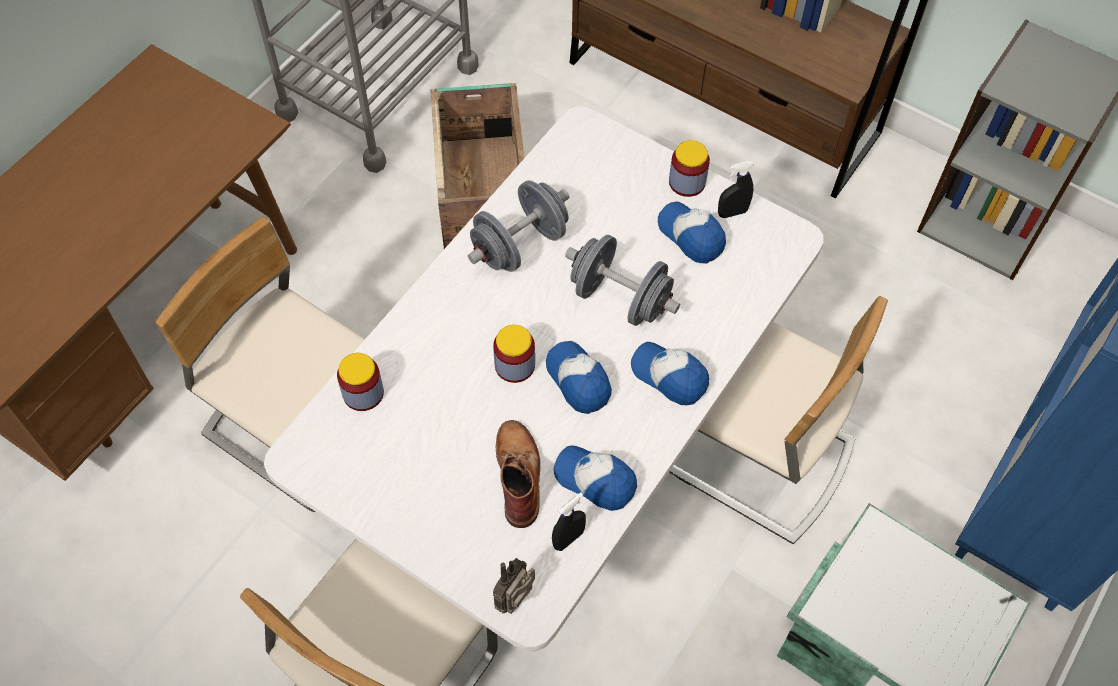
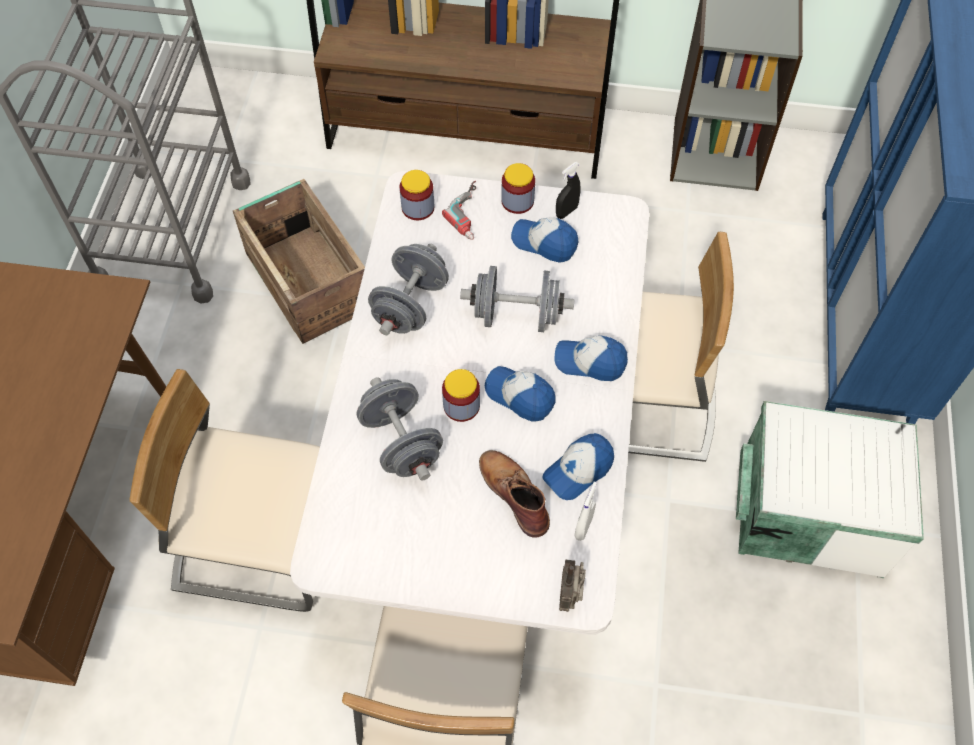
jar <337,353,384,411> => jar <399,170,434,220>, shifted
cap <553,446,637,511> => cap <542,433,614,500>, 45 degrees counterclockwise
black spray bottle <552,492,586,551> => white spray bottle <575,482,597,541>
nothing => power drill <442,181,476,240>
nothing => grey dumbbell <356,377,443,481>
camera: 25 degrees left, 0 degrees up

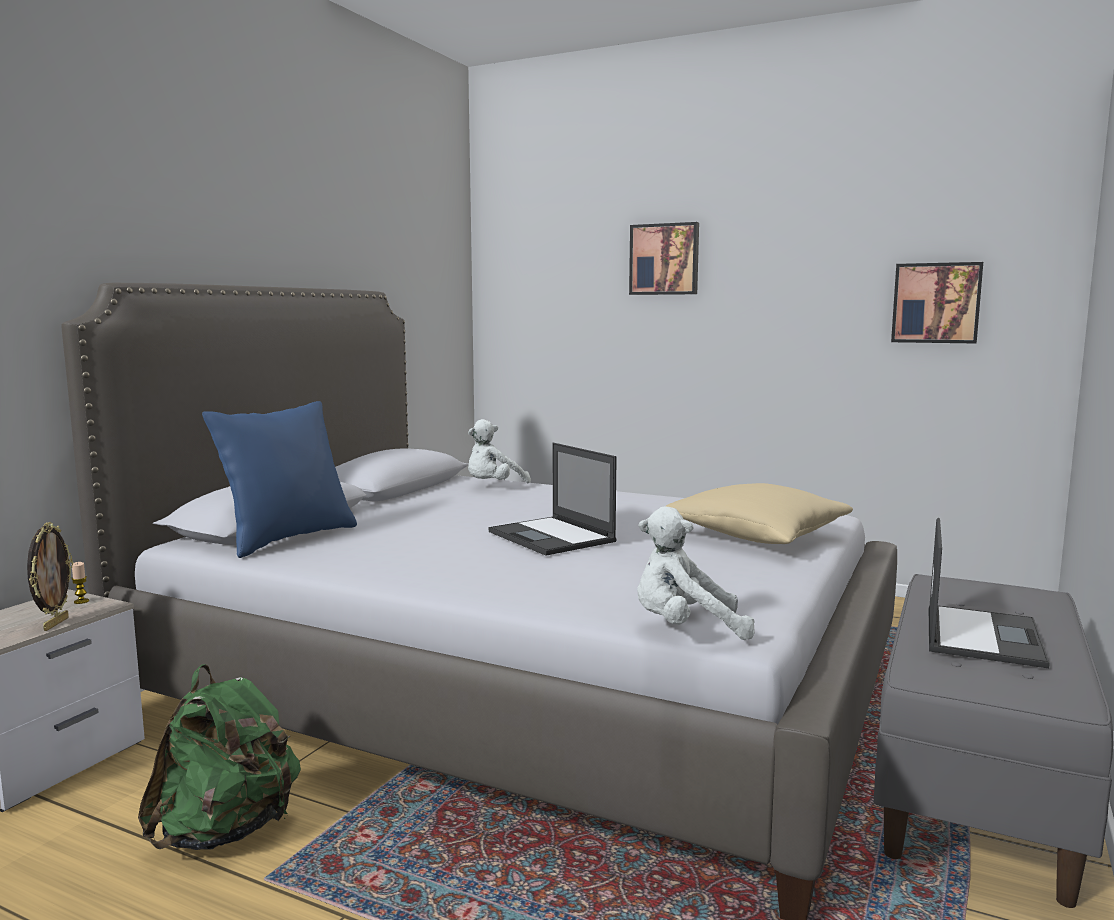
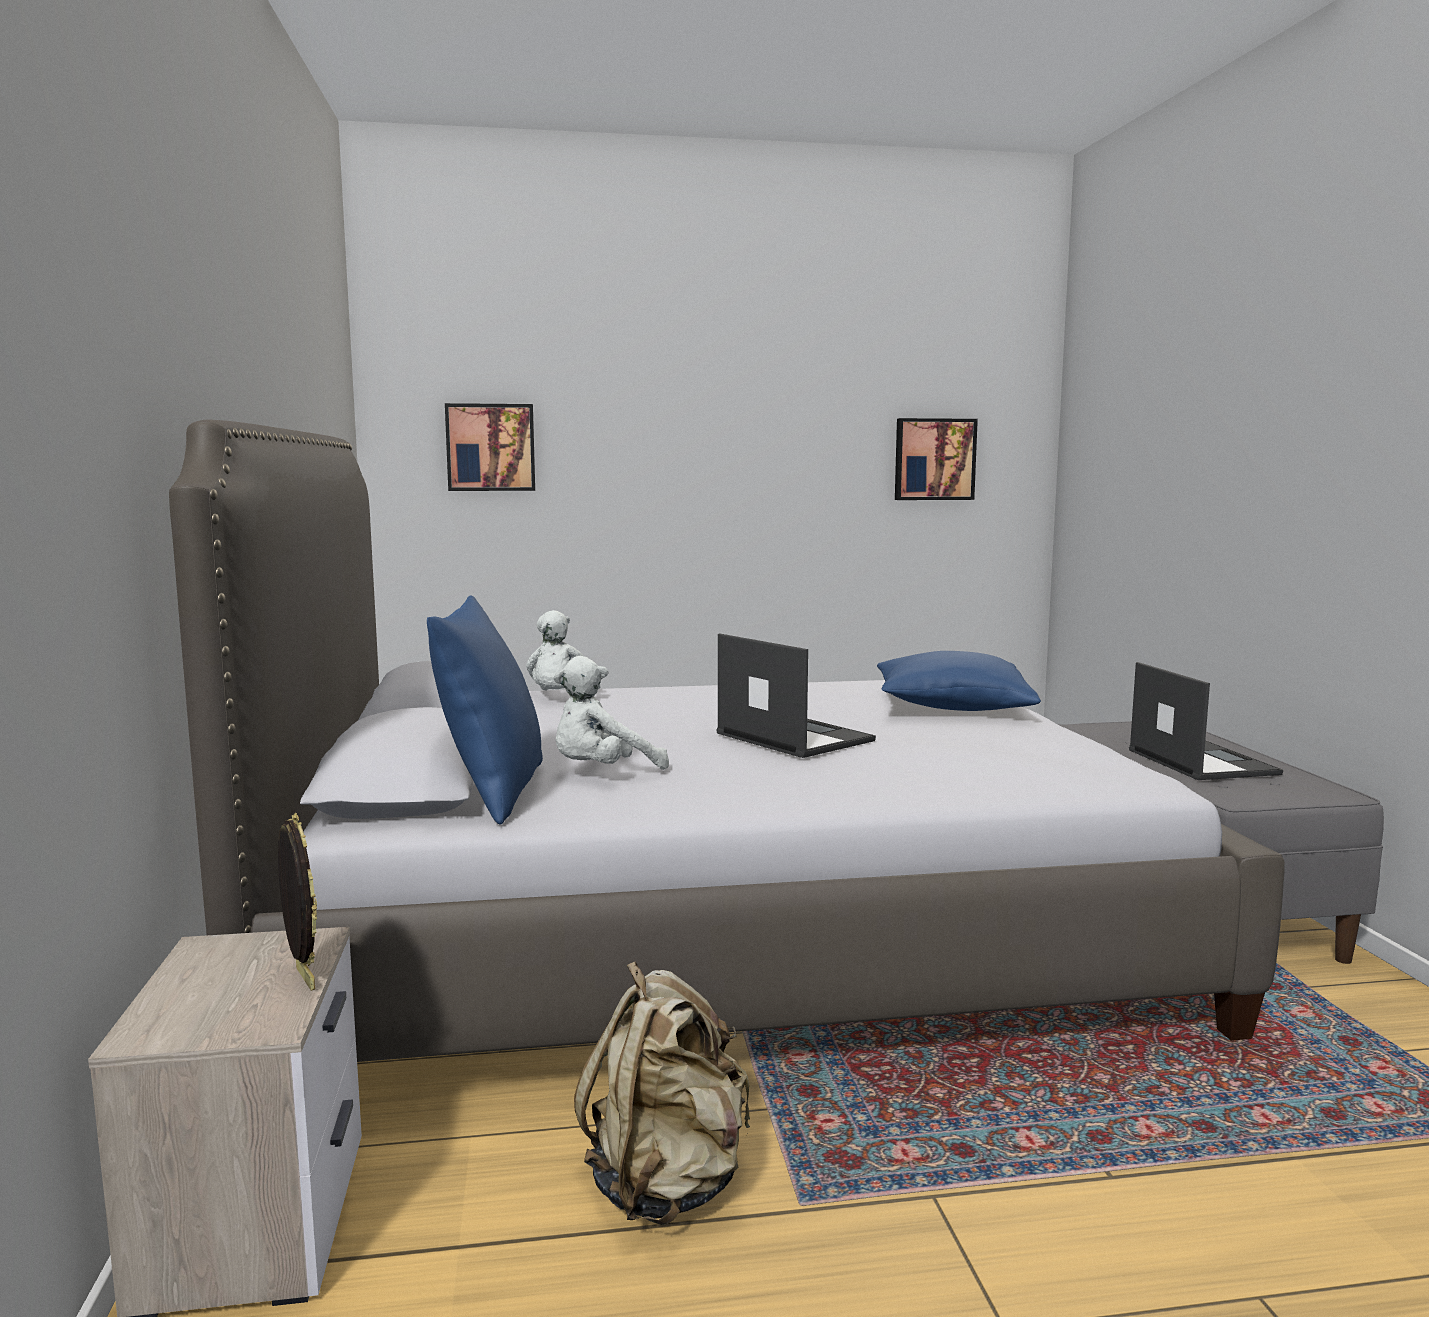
picture <629,222,699,295> => picture <445,403,535,491>, shifted
laptop <488,443,617,556> => laptop <716,633,876,758>, 150 degrees counterclockwise
beige pillow <665,483,853,544> => blue pillow <877,651,1041,711>
white plush toy <637,506,755,640> => white plush toy <553,656,669,770>, shifted
candle <71,562,89,604> => nothing
green backpack <138,664,301,850> => beige backpack <574,961,750,1225>
camera: 35 degrees left, 0 degrees up

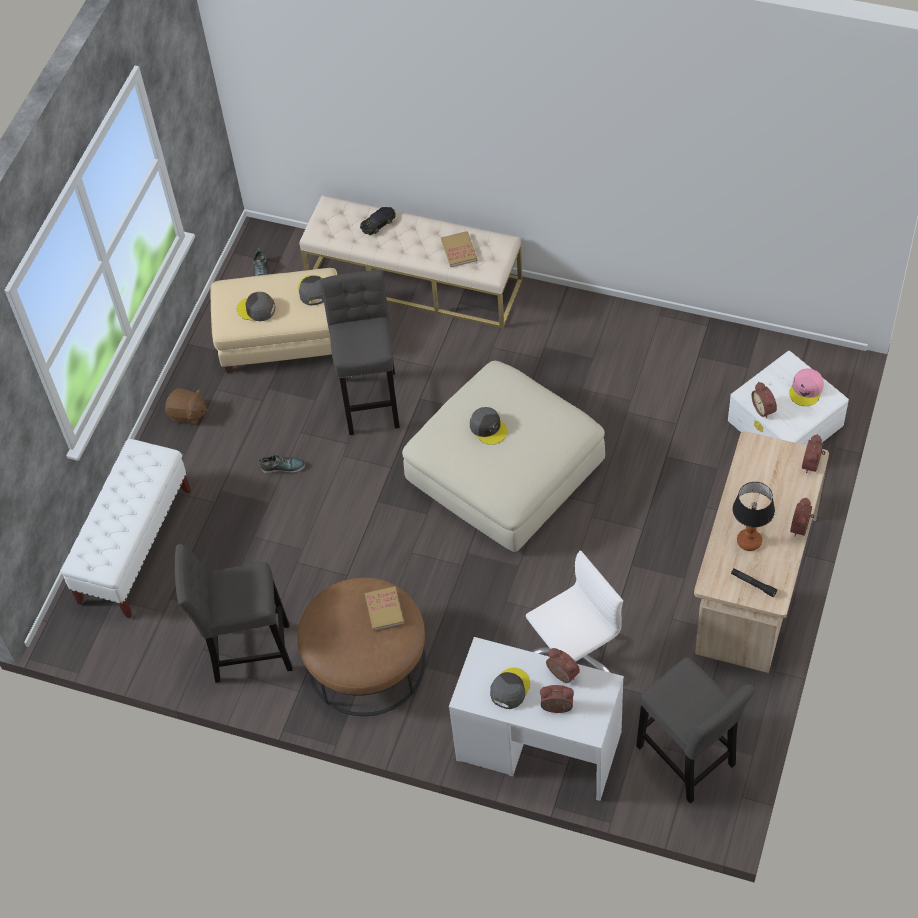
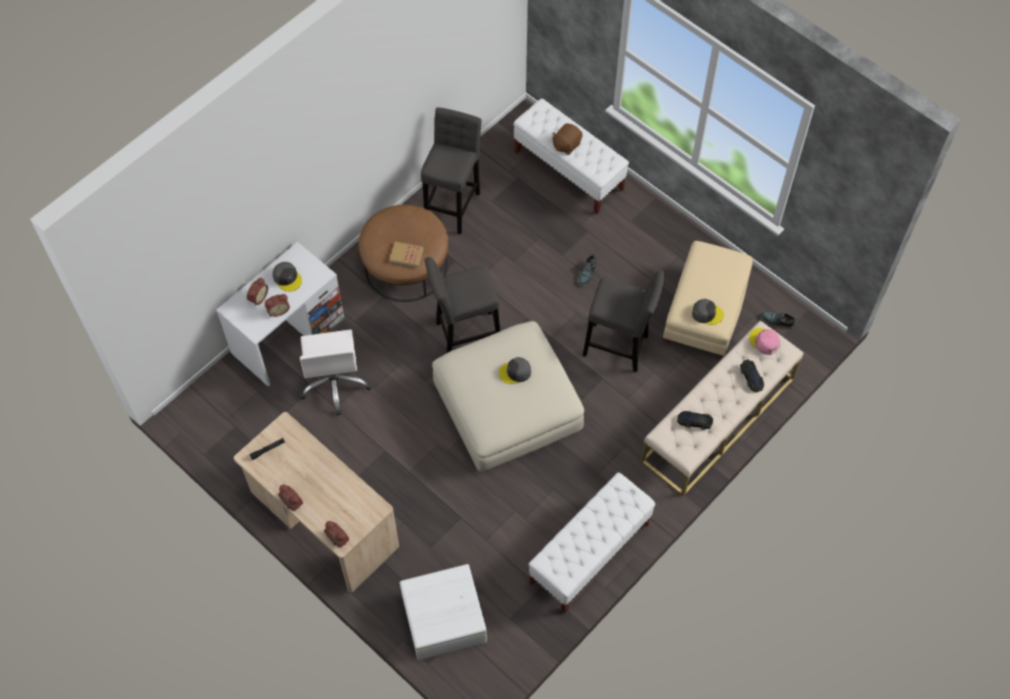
book <441,231,477,267> => black toy car <677,411,713,430>
grey cap <237,292,275,321> => nothing
pink cap <789,368,824,406> => pink cap <749,328,780,355>, shifted
alarm clock <751,382,777,418> => nothing
brown plush toy <165,388,208,426> => brown plush toy <552,123,583,155>, shifted
table lamp <733,482,775,551> => nothing
grey stool <636,657,755,804> => grey stool <425,257,500,353>, shifted
nothing => white bench <529,473,655,613>
camera: 110 degrees right, 5 degrees up

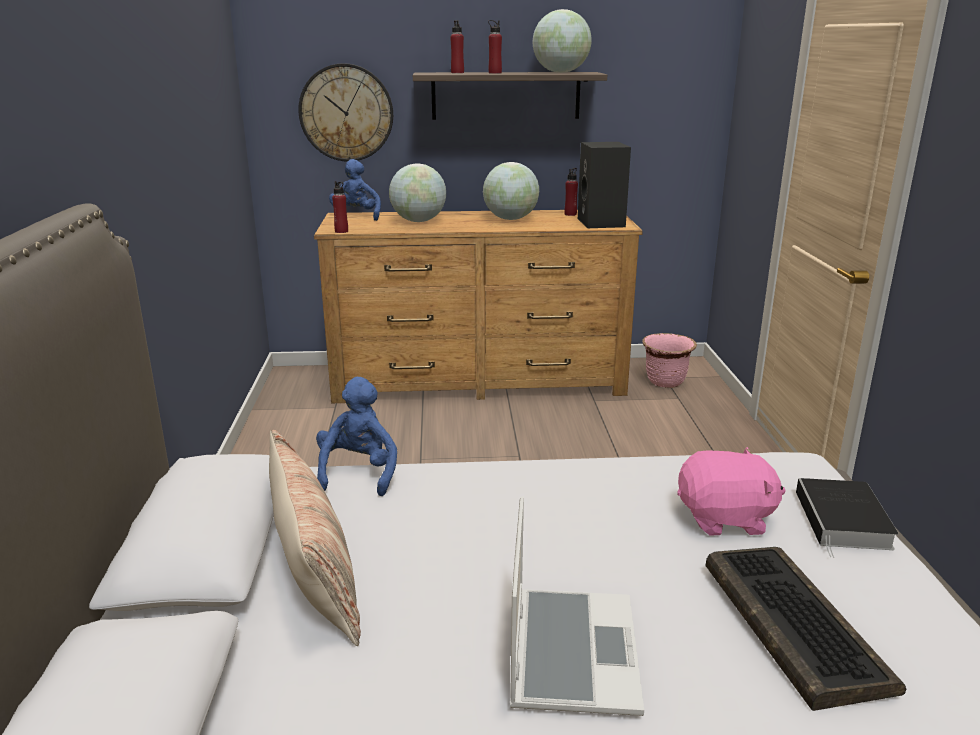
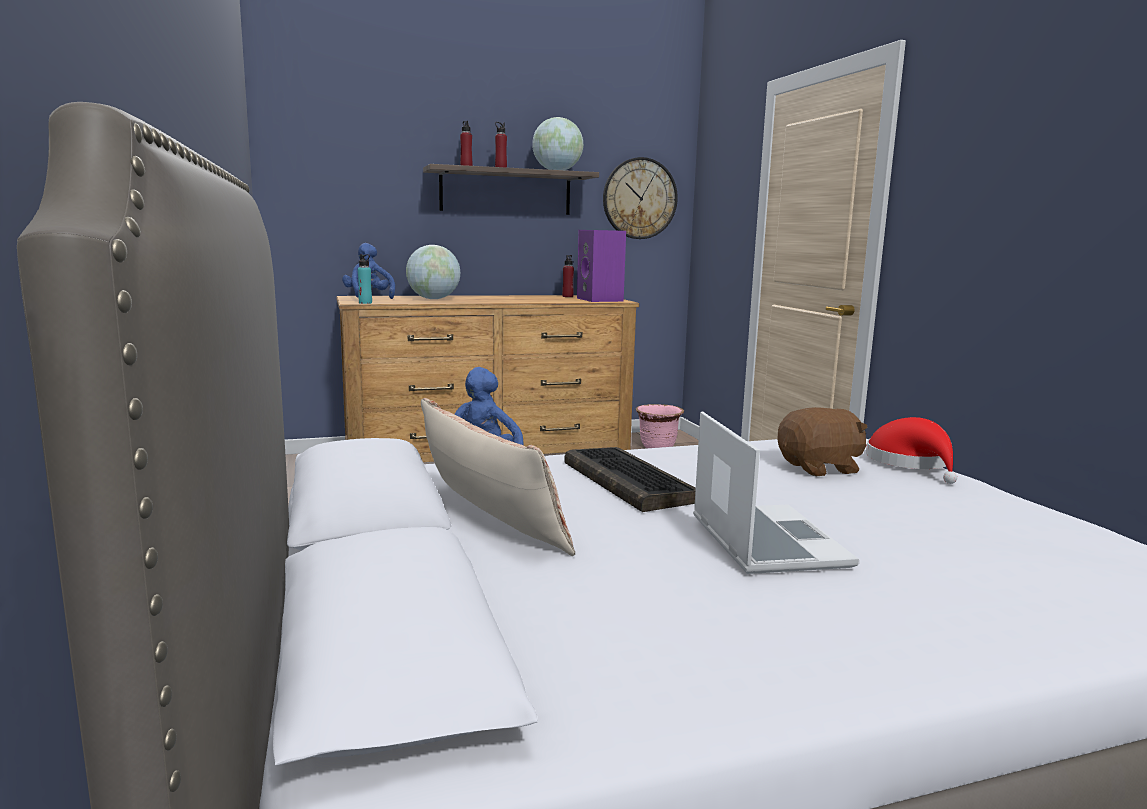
wall clock <298,63,393,162> => wall clock <603,157,678,239>, shifted
black speaker <578,142,631,228> => purple speaker <577,230,626,302>
globe <483,162,539,220> => nothing
red bottle <332,181,348,233> => turquoise bottle <358,254,372,304>
pink plush toy <677,447,786,536> => brown plush toy <778,407,868,476>
book <796,478,898,558> => red hat <866,417,957,484>
keyboard <706,547,906,711> => keyboard <564,447,696,512>, shifted
camera: 15 degrees left, 10 degrees down

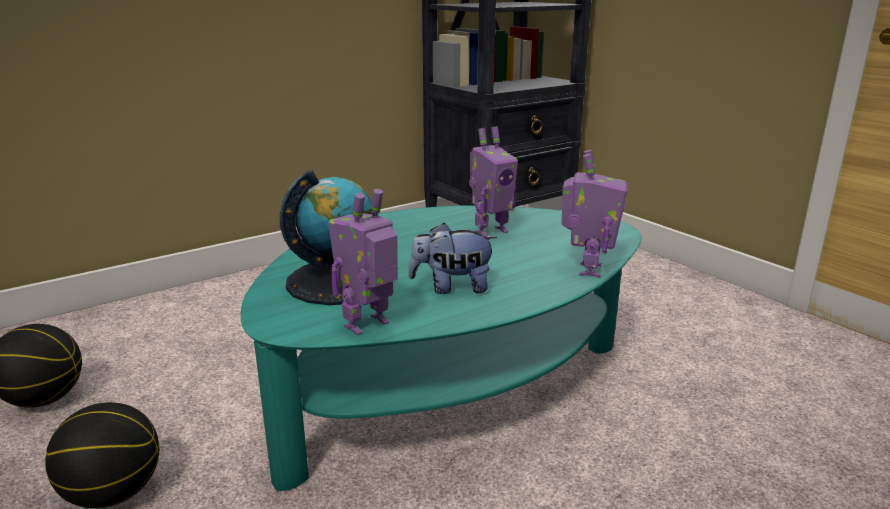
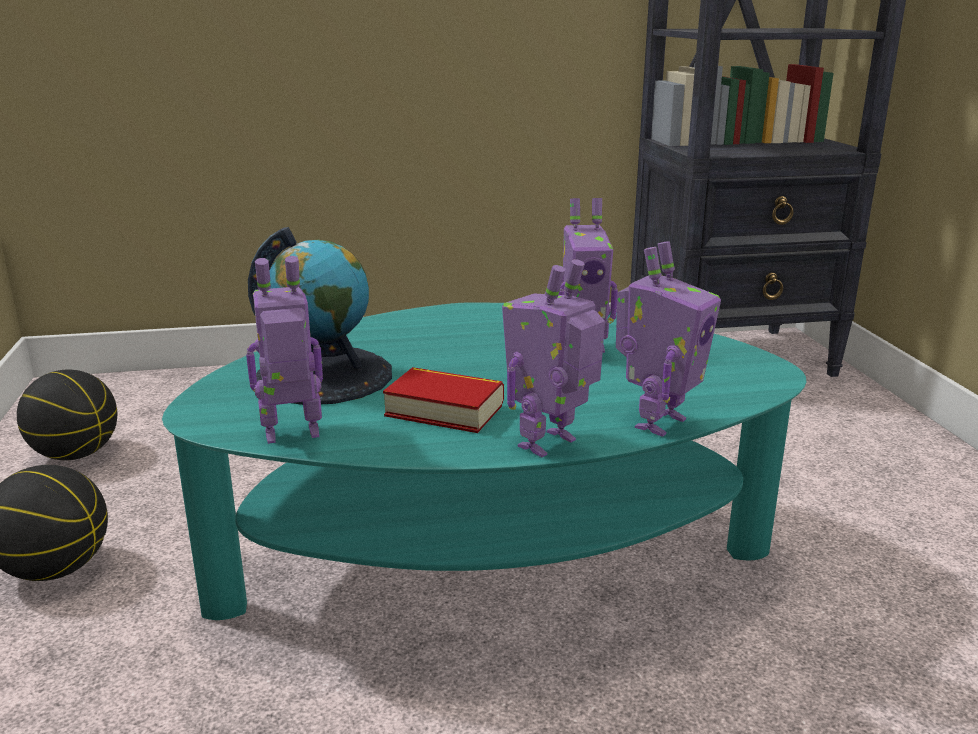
plush toy <408,223,497,294> => book <383,367,504,433>
nothing => toy robot <502,259,605,457>
camera: 25 degrees right, 0 degrees up

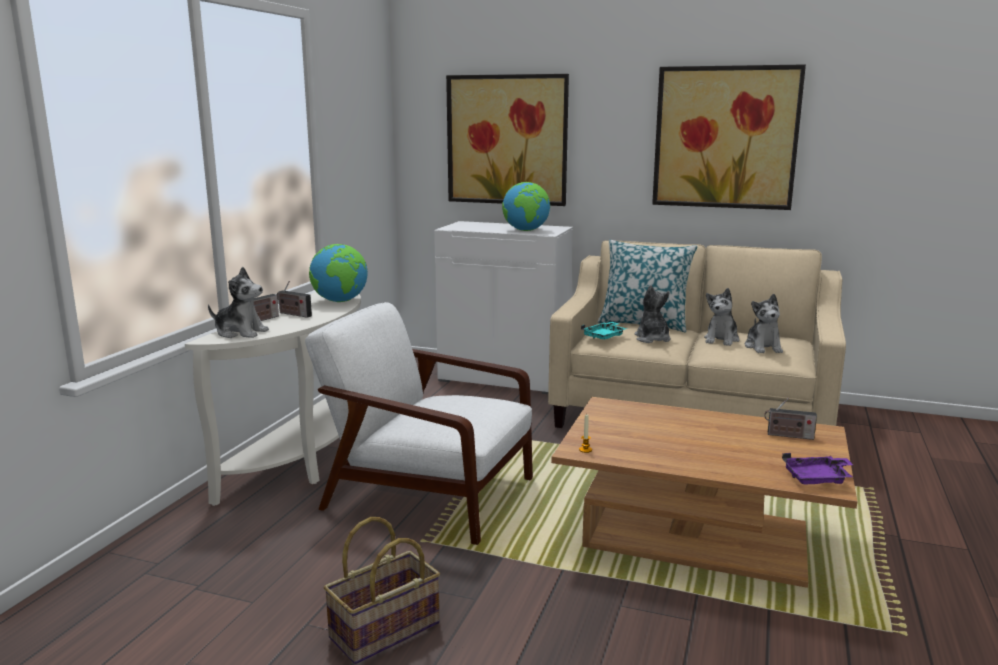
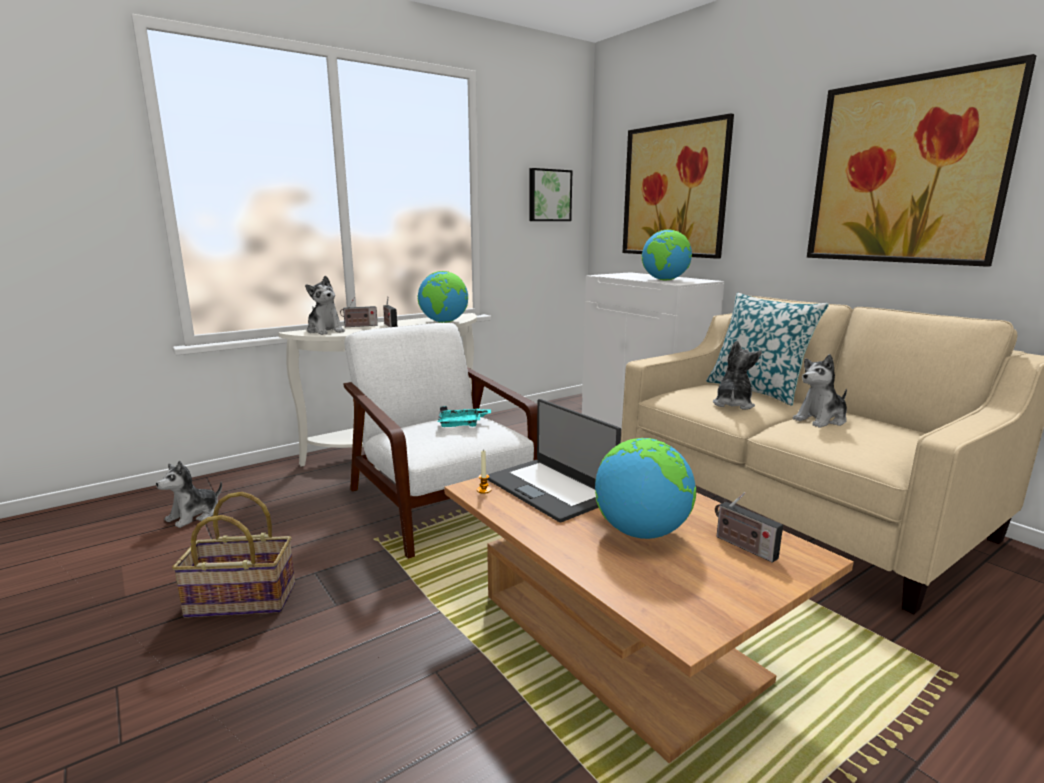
plush toy <745,294,783,353> => plush toy <156,461,222,528>, shifted
turquoise tray <581,322,627,339> => turquoise tray <438,406,491,427>, shifted
purple tray <782,453,853,484> => nothing
nothing => picture <529,168,572,221>
nothing => laptop <487,399,621,522>
nothing => globe <595,438,696,539>
camera: 35 degrees right, 0 degrees up

